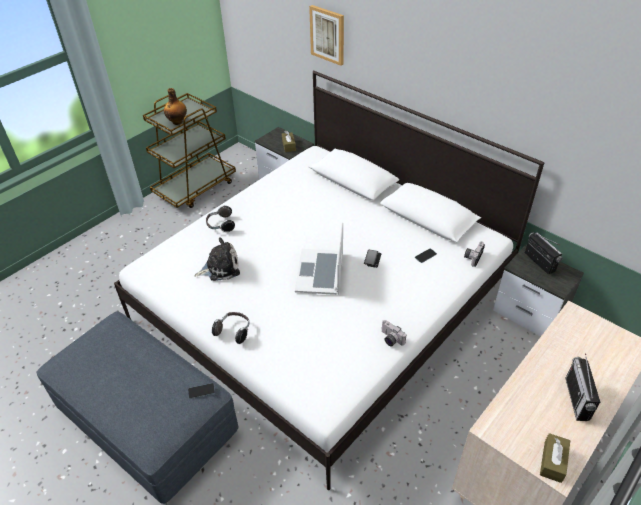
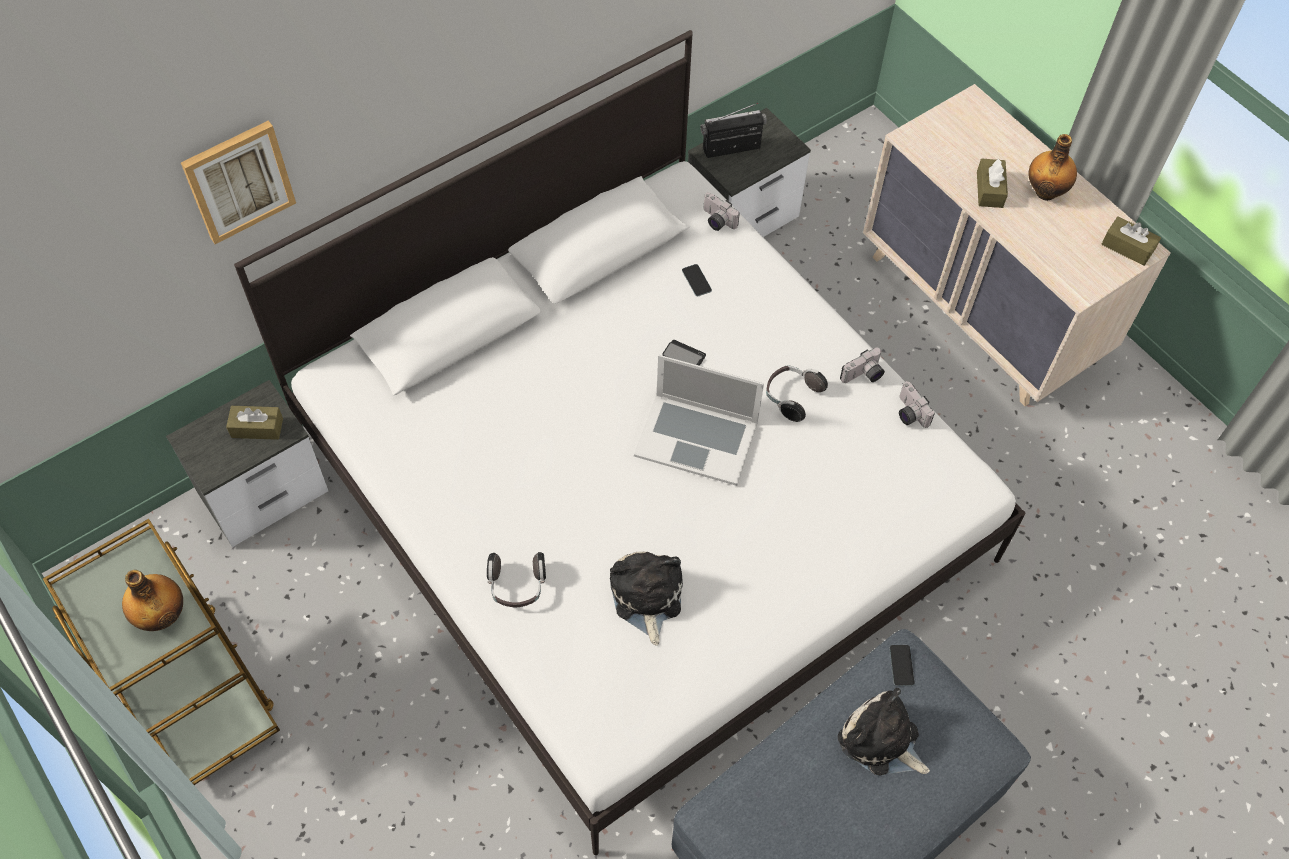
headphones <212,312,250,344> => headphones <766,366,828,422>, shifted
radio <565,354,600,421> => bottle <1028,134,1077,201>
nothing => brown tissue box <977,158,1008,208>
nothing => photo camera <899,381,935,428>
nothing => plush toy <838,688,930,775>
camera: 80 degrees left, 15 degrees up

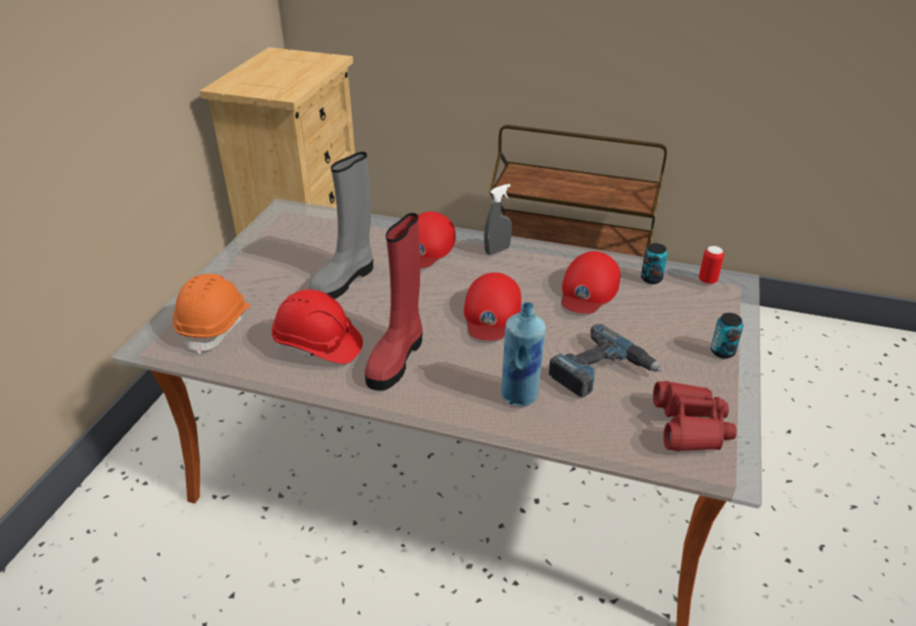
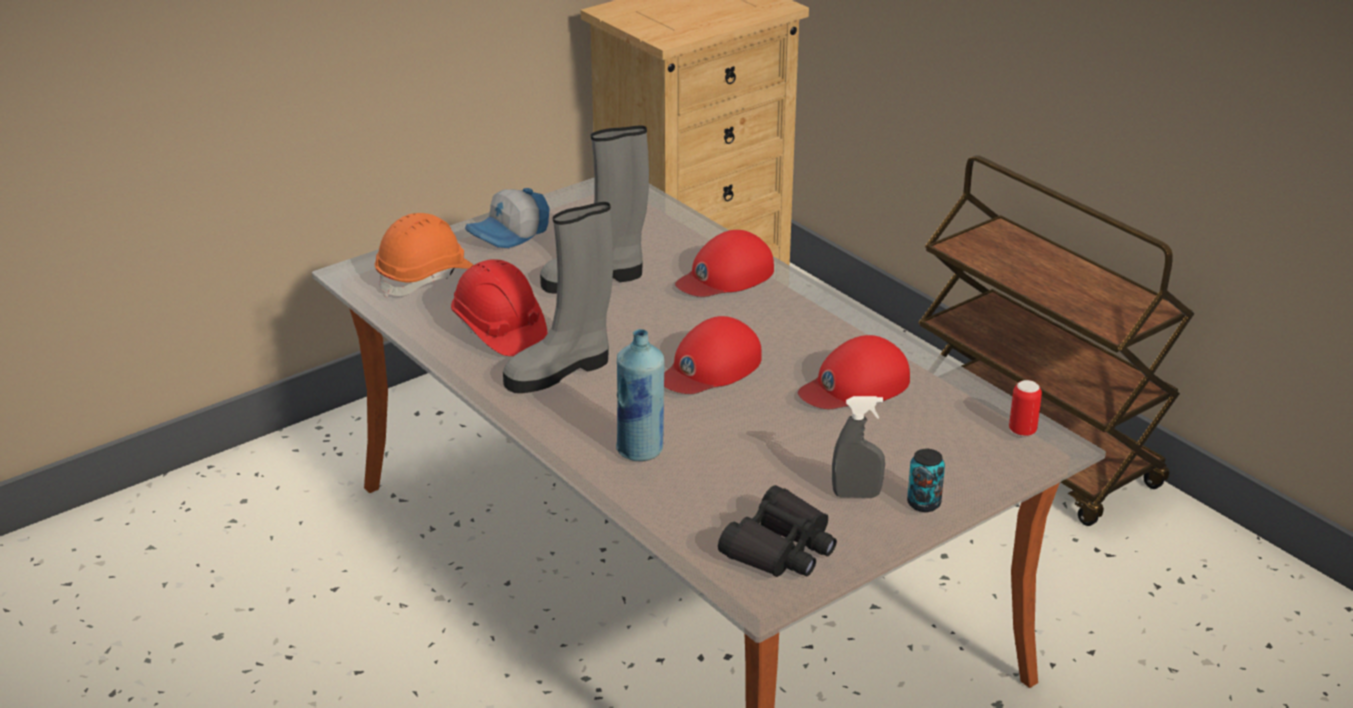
grey spray bottle <484,184,512,255> => grey spray bottle <832,396,885,498>, shifted
red boot <365,213,423,391> => grey boot <503,202,613,393>
can <641,243,668,284> => nothing
power drill <549,324,661,398> => nothing
red binoculars <653,381,737,451> => black binoculars <718,485,837,577>
nothing => cap <465,188,550,248>
camera: 35 degrees right, 5 degrees down

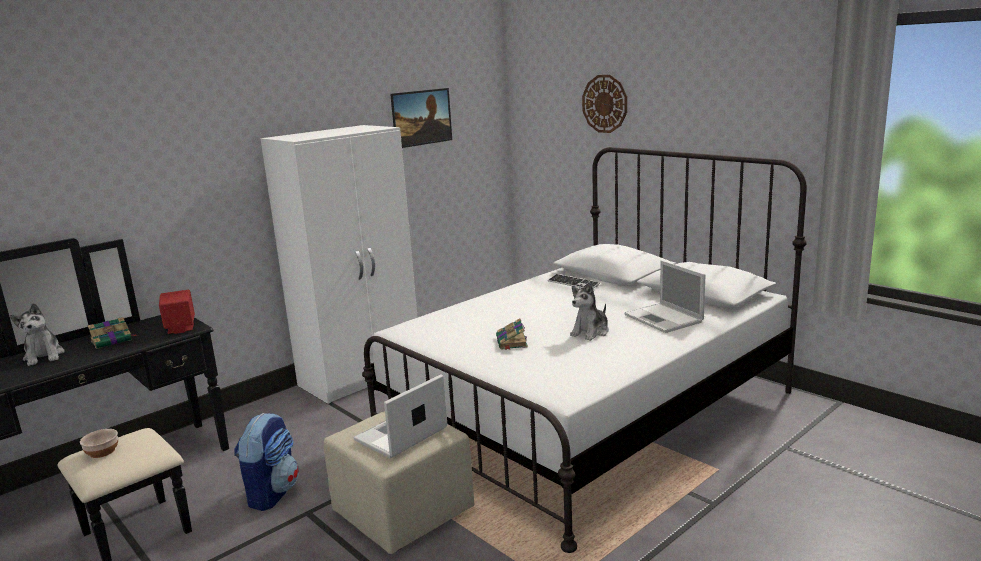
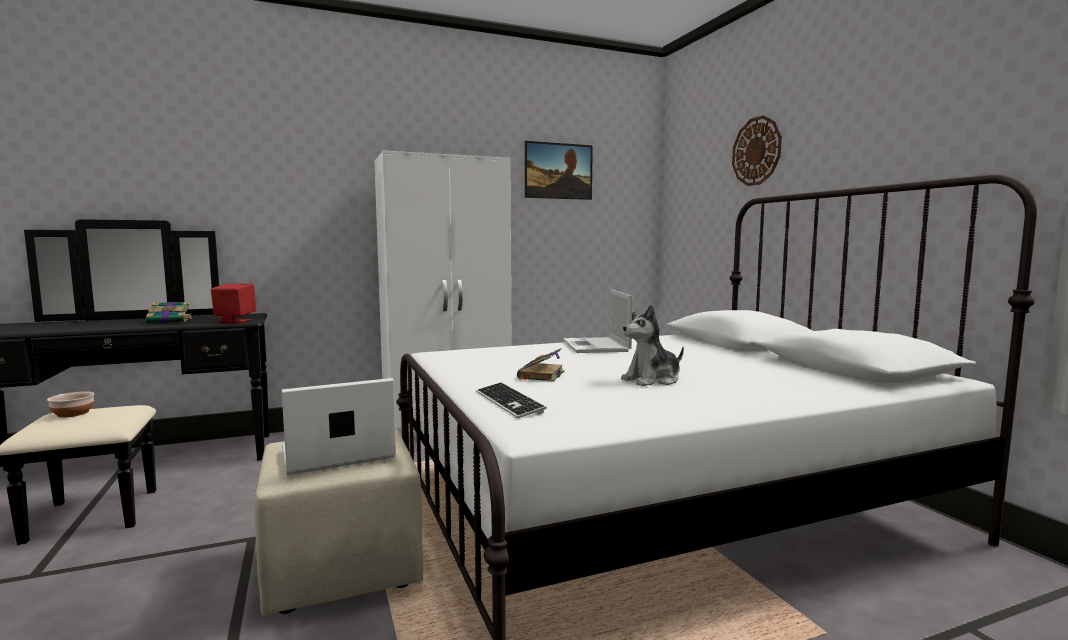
laptop <624,260,705,333> => laptop <563,290,633,353>, shifted
keyboard <548,274,600,288> => keyboard <476,382,547,418>, shifted
plush toy <9,303,65,366> => nothing
backpack <234,413,299,511> => nothing
camera: 20 degrees right, 10 degrees down

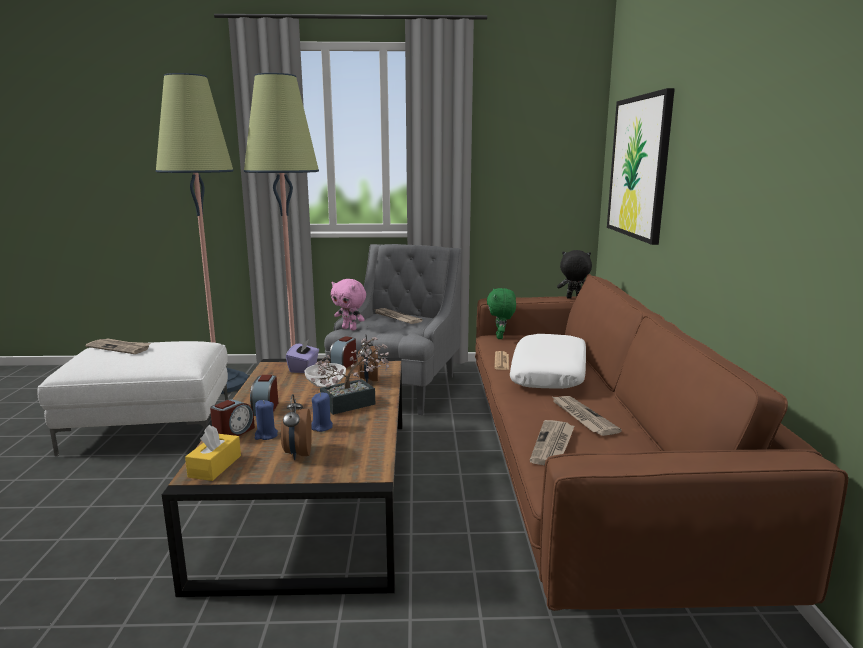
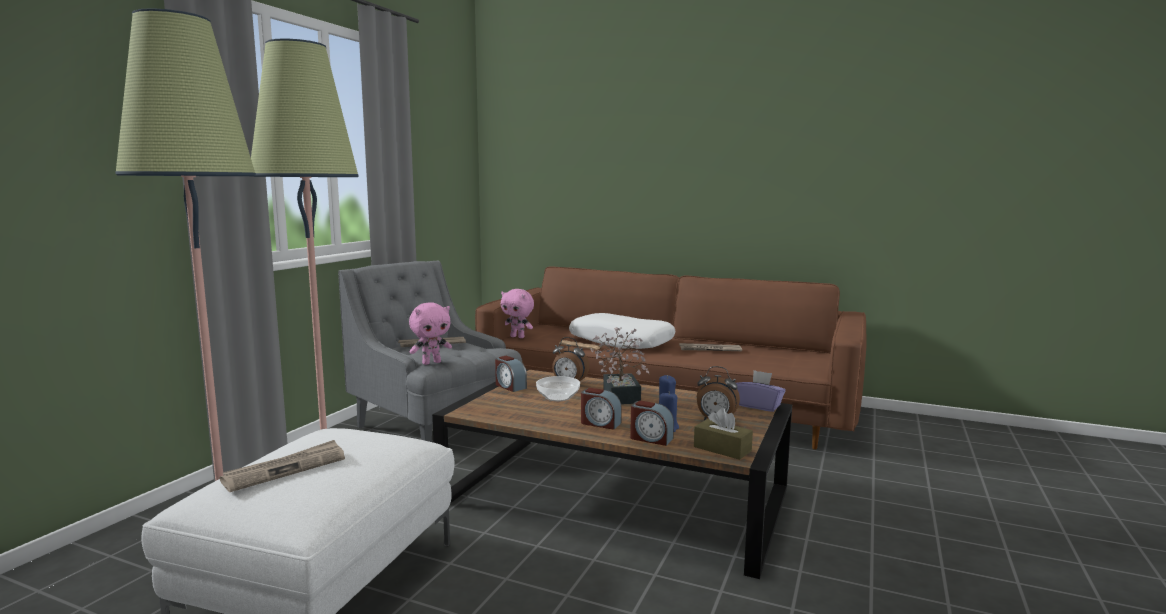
picture <607,88,675,245> => nothing
black plush toy <557,250,592,299> => nothing
green plush toy <487,288,516,339> => pink plush toy <501,289,534,338>
purple tissue box <286,339,319,373> => purple tissue box <736,370,786,412>, shifted
alarm clock <210,399,255,436> => alarm clock <630,401,674,446>, 150 degrees clockwise
newspaper <530,420,574,465> => nothing
yellow tissue box <185,425,241,481> => brown tissue box <694,408,753,460>
camera: 65 degrees left, 5 degrees down

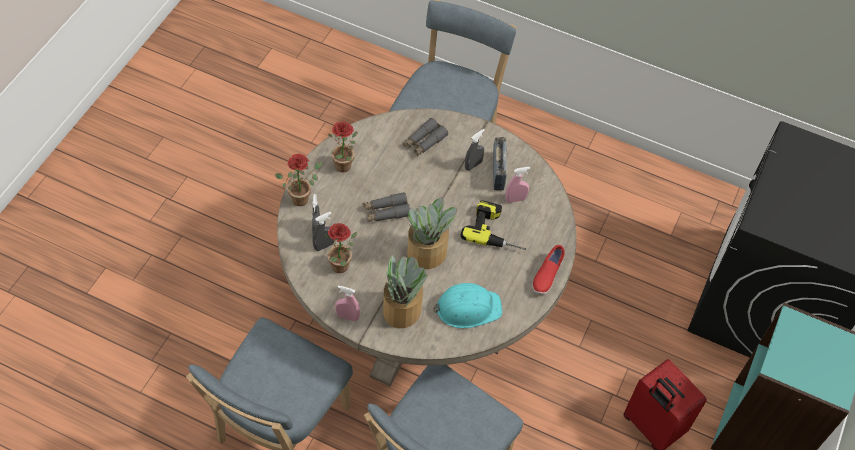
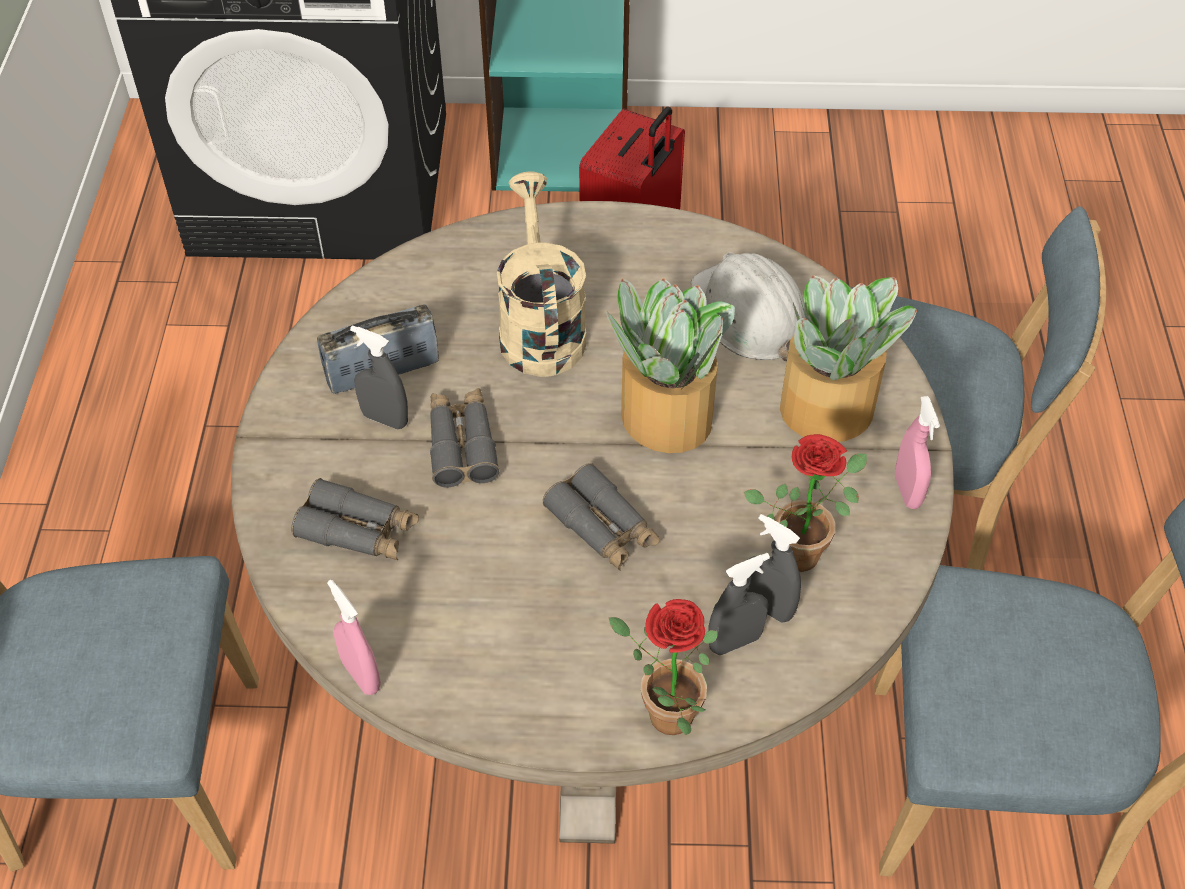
potted plant <328,121,357,172> => nothing
pink spray bottle <505,167,531,203> => pink spray bottle <327,580,381,695>, shifted
power drill <460,200,526,250> => beige watering can <497,172,587,377>
red shoe <532,245,565,294> => nothing
turquoise hard hat <433,283,502,328> => white hard hat <691,253,805,362>
nothing => grey binoculars <430,388,500,487>
camera: 110 degrees left, 5 degrees down

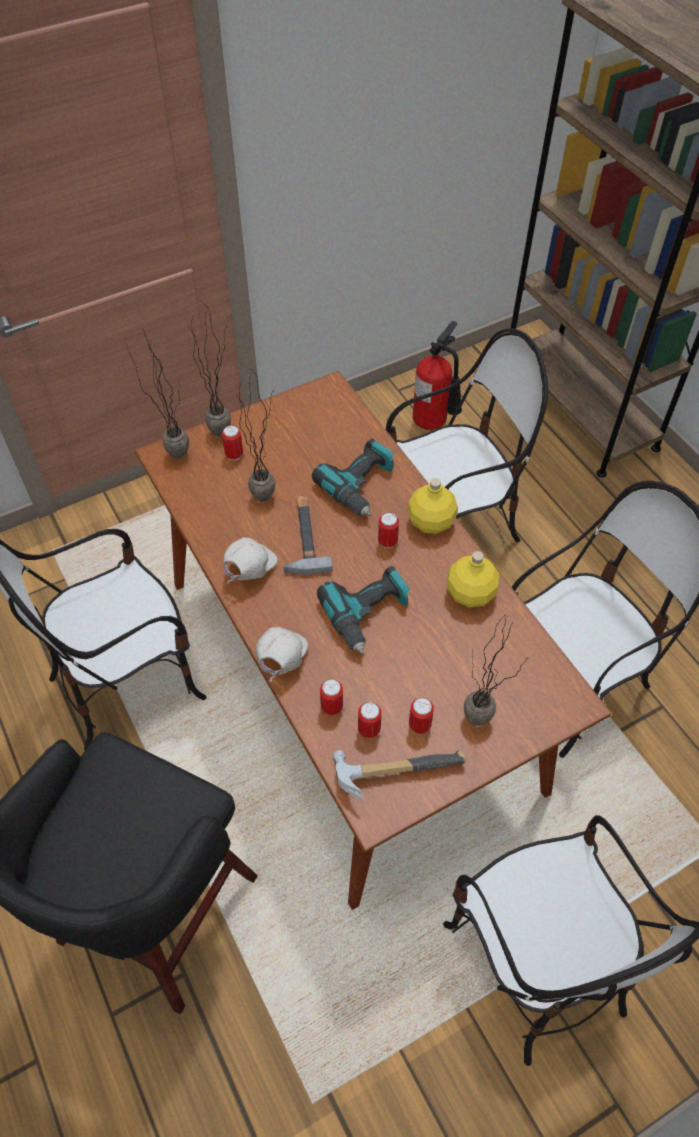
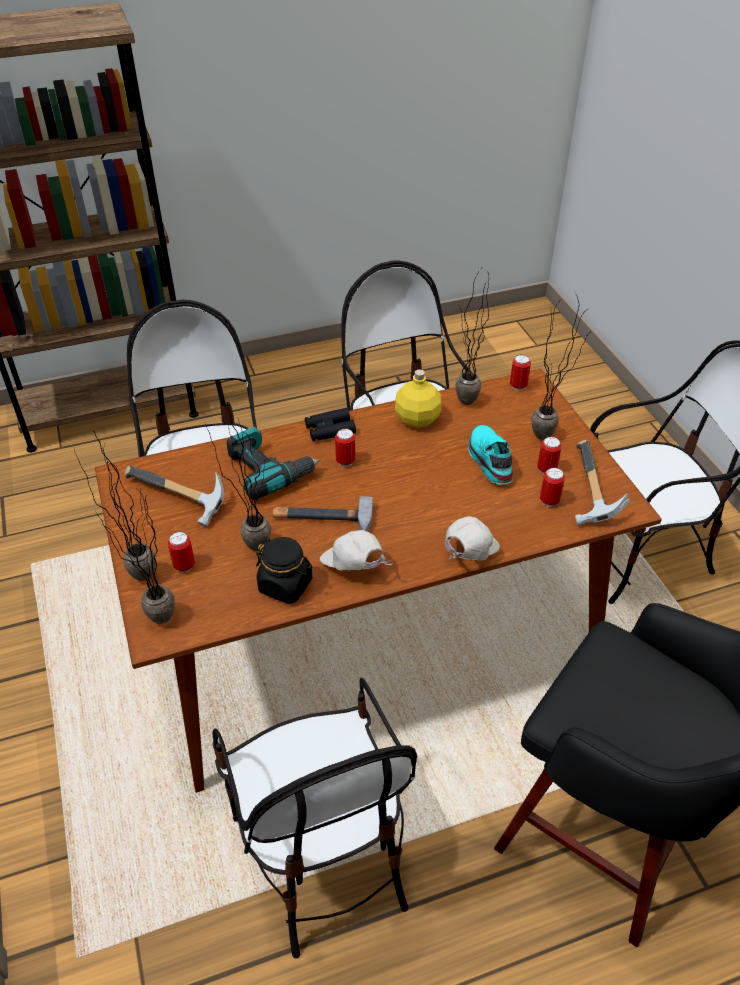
fire extinguisher <413,321,462,430> => nothing
yellow bottle <407,478,458,534> => black binoculars <305,408,356,441>
power drill <317,566,410,654> => nothing
white cap <255,627,308,682> => white cap <445,516,500,560>, 105 degrees clockwise
can <320,679,343,715> => can <510,355,531,390>, shifted
nothing => potted plant <455,269,491,405>
nothing => turquoise shoe <468,425,513,485>
nothing => hammer <124,465,224,527>
nothing => black jar <256,537,312,604>
camera: 80 degrees left, 10 degrees down

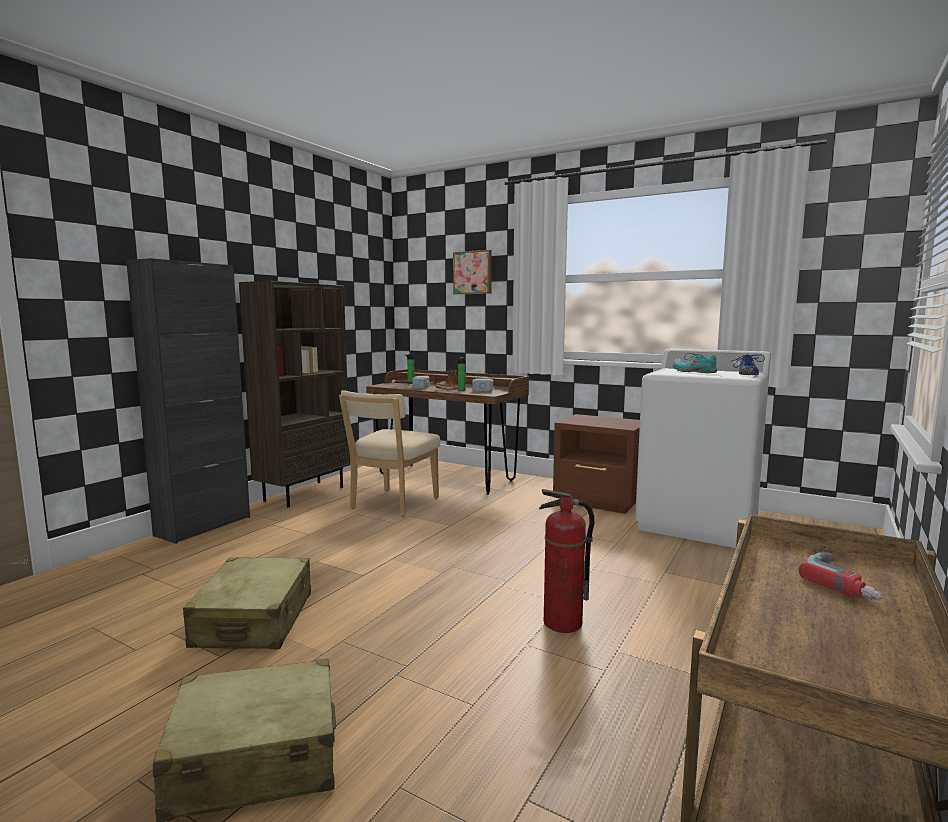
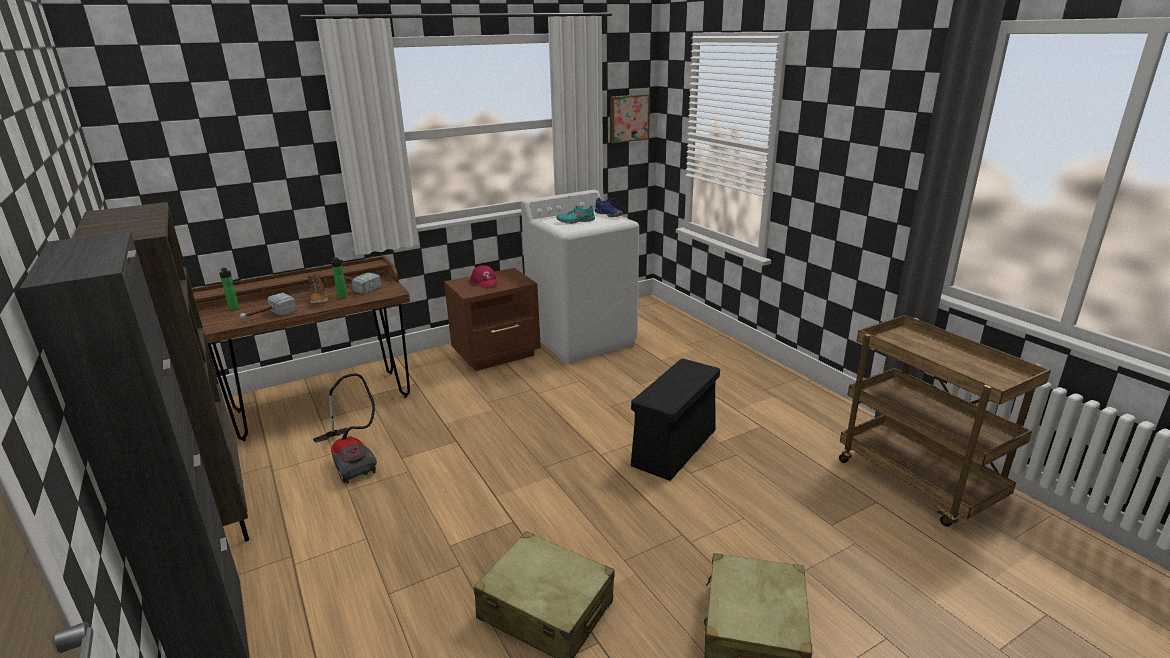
picture <453,250,492,294> => picture <610,94,650,143>, shifted
beige chair <339,390,440,517> => vacuum cleaner <313,373,377,484>
fire extinguisher <539,489,594,633> => black storage box <631,358,720,481>
power drill <799,546,883,600> => nothing
nothing => red cap <471,265,499,288>
camera: 60 degrees left, 15 degrees up

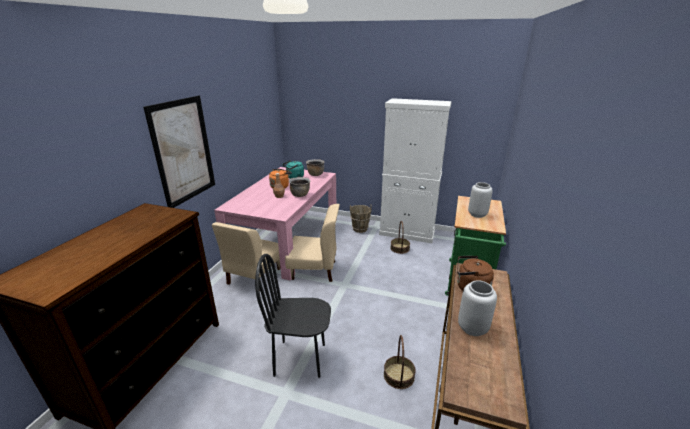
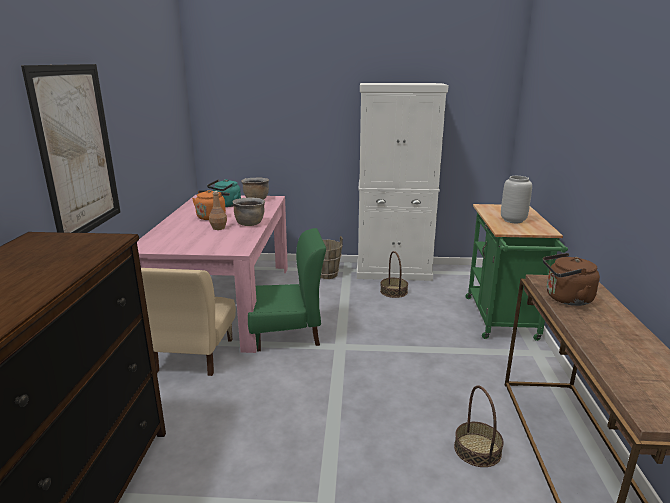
beige chair <285,204,340,282> => green chair <248,228,326,352>
black chair <255,254,331,378> => nothing
grey vase <458,280,497,336> => nothing
camera: 15 degrees left, 5 degrees down

